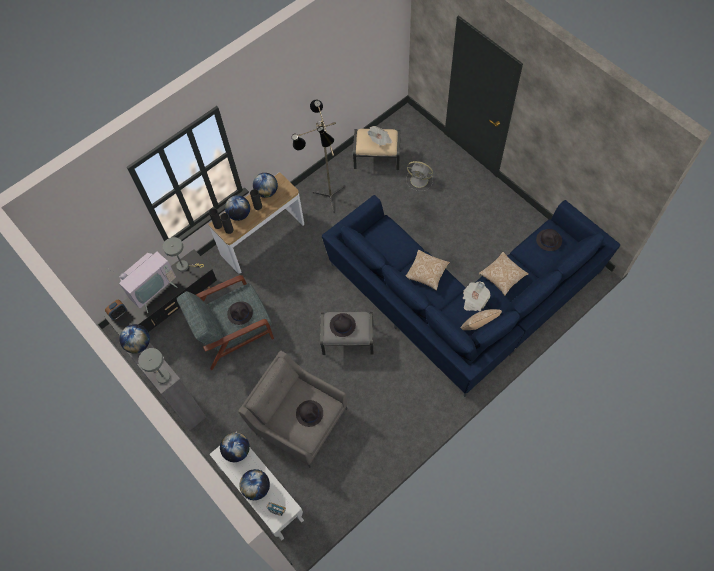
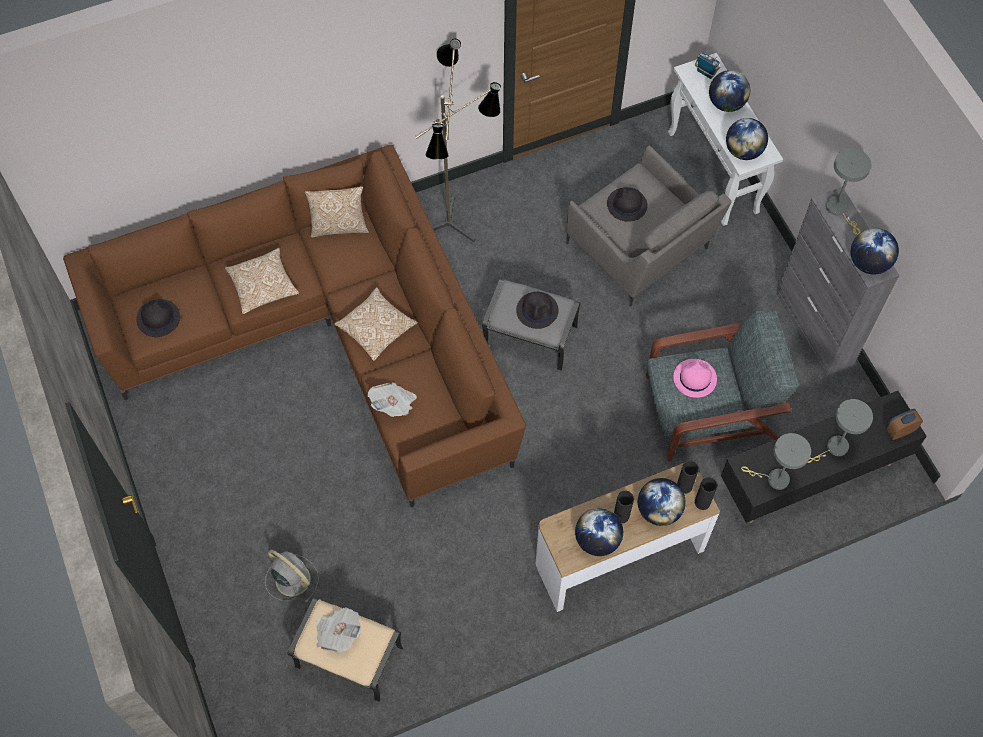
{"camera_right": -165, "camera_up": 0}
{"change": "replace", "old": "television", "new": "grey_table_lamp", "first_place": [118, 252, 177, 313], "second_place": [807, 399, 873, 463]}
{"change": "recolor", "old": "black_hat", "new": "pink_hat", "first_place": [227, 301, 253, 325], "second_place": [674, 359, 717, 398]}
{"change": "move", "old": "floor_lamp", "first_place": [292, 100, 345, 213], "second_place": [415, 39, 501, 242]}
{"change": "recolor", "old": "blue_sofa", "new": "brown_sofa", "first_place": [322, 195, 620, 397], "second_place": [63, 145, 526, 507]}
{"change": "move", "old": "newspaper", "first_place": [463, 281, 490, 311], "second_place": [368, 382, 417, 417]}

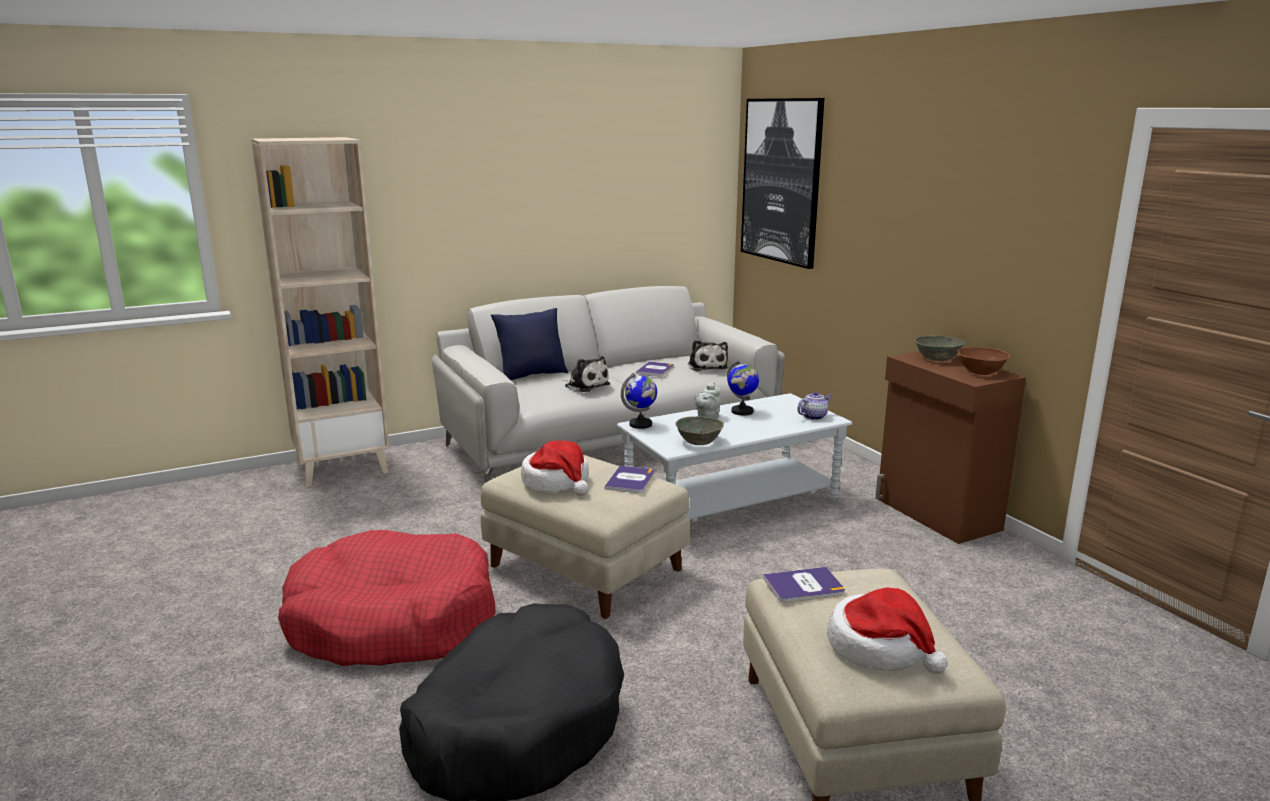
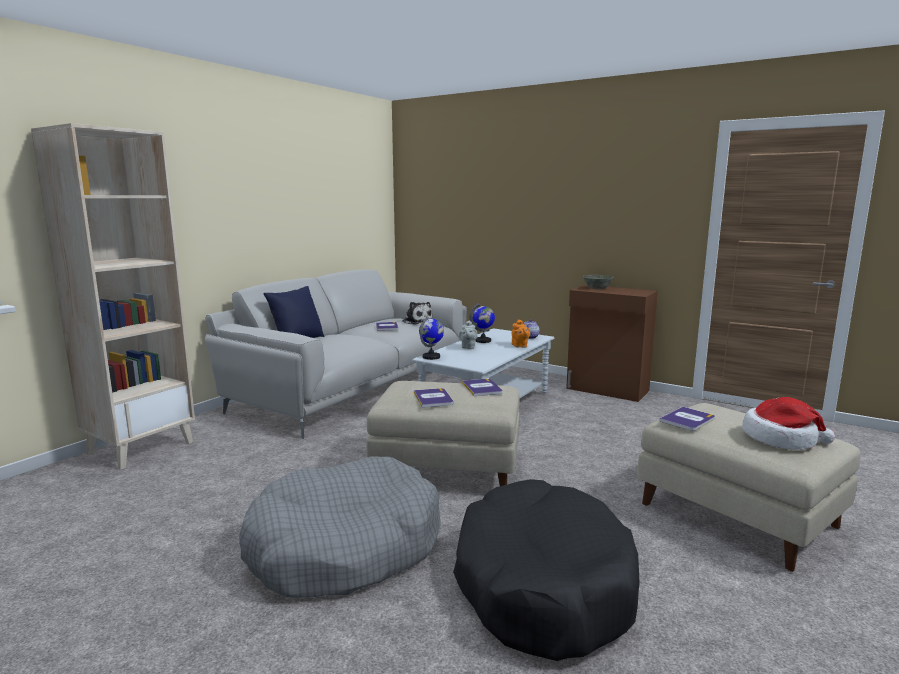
{"camera_right": -30, "camera_up": -5}
{"change": "recolor", "old": "red_dog_bed", "new": "grey_dog_bed", "first_place": [278, 530, 495, 666], "second_place": [239, 456, 441, 598]}
{"change": "replace", "old": "hat", "new": "book", "first_place": [521, 440, 589, 496], "second_place": [414, 388, 453, 408]}
{"change": "delete", "old": "plush_toy", "first_place": [562, 356, 610, 392]}
{"change": "delete", "old": "grey_bowl", "first_place": [675, 416, 724, 445]}
{"change": "delete", "old": "picture", "first_place": [741, 98, 824, 269]}
{"change": "delete", "old": "brown_bowl", "first_place": [958, 347, 1010, 375]}
{"change": "insert", "new": "orange_teapot", "second_place": [512, 319, 530, 348]}

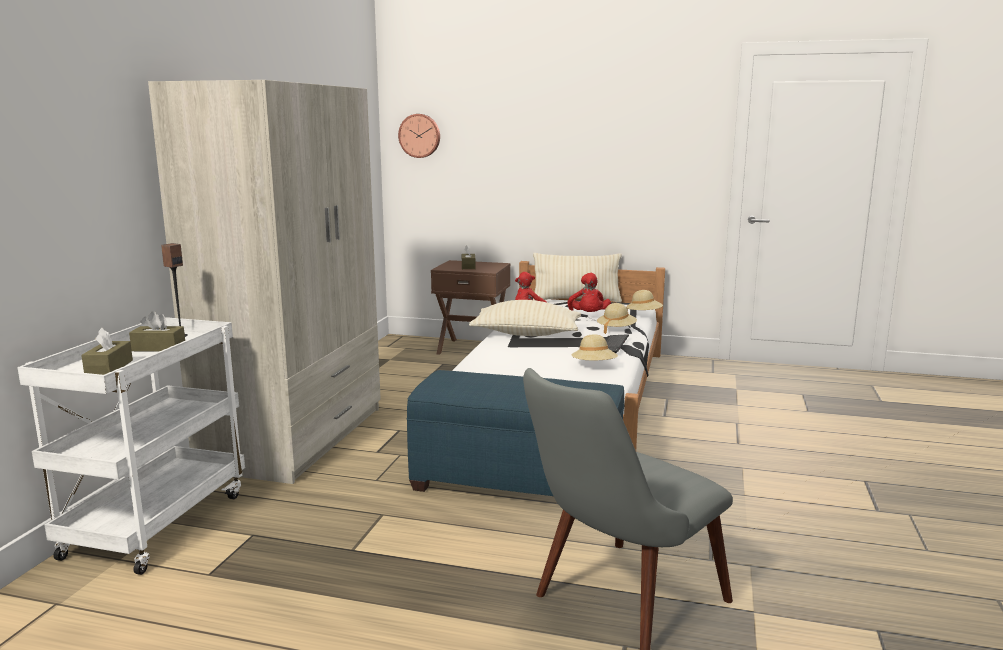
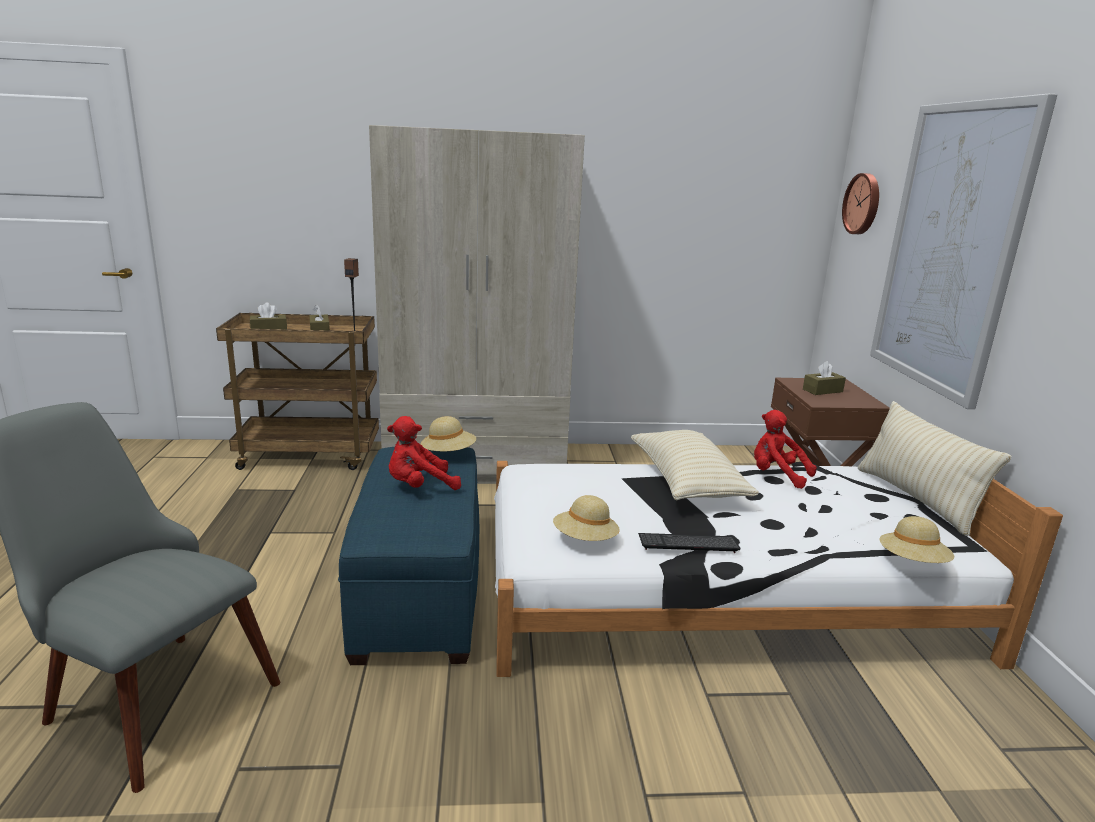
{"camera_right": 70, "camera_up": 5}
{"change": "recolor", "old": "white_cart", "new": "brown_cart", "first_place": [17, 317, 245, 575], "second_place": [216, 313, 379, 470]}
{"change": "move", "old": "red_plush_toy", "first_place": [567, 273, 611, 312], "second_place": [387, 416, 461, 490]}
{"change": "move", "old": "beige_hat", "first_place": [597, 303, 637, 334], "second_place": [421, 416, 476, 451]}
{"change": "insert", "new": "picture", "second_place": [870, 94, 1057, 409]}

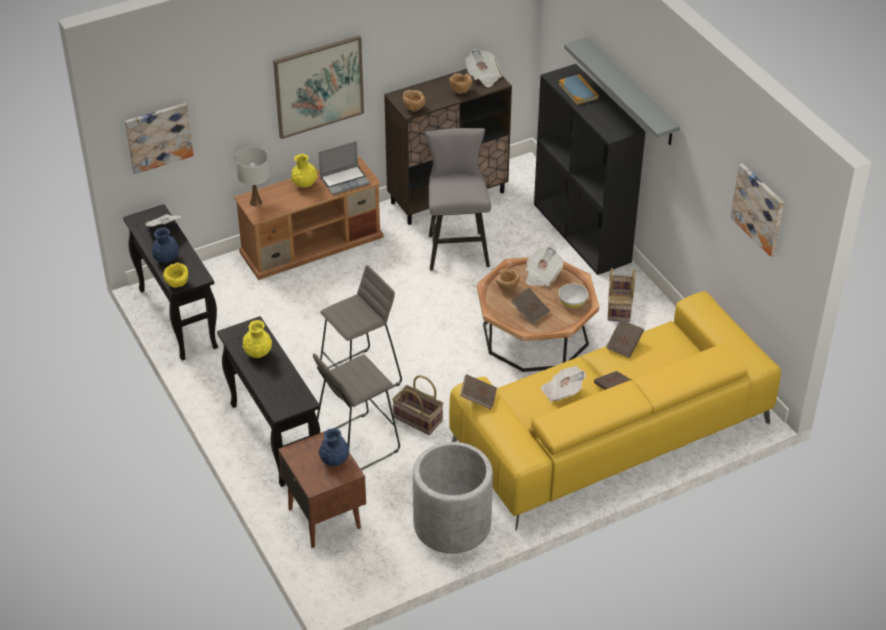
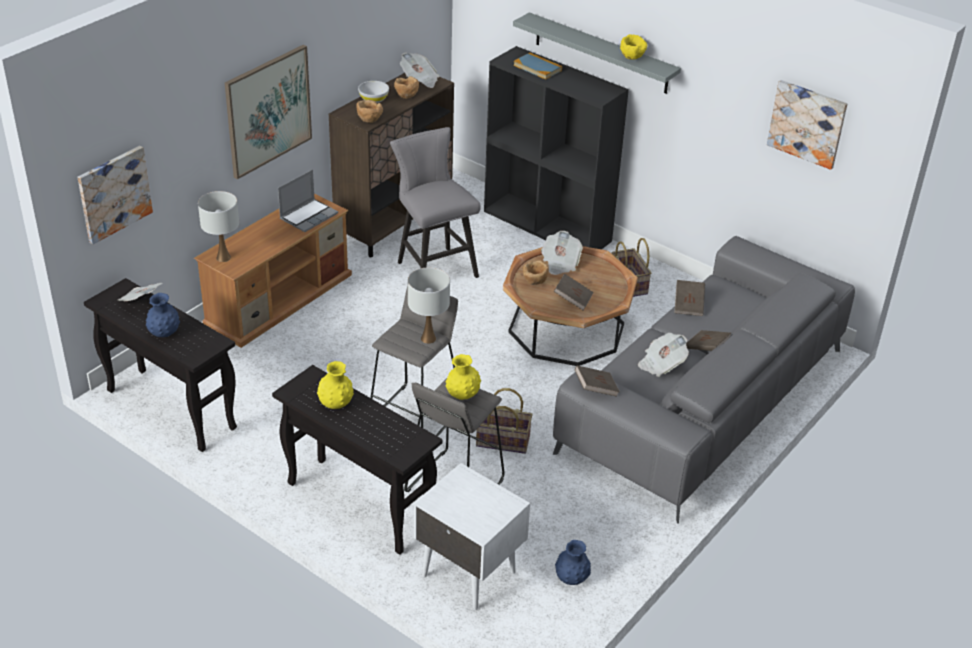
{"camera_right": -25, "camera_up": -5}
{"change": "move", "old": "yellow_bowl", "first_place": [163, 263, 188, 288], "second_place": [620, 34, 647, 60]}
{"change": "recolor", "old": "brown_nightstand", "new": "white_nightstand", "first_place": [278, 431, 366, 548], "second_place": [414, 463, 530, 610]}
{"change": "move", "old": "yellow_vase", "first_place": [291, 154, 317, 188], "second_place": [445, 354, 481, 400]}
{"change": "move", "old": "blue_vase", "first_place": [319, 428, 349, 466], "second_place": [555, 540, 591, 585]}
{"change": "delete", "old": "grey_planter", "first_place": [413, 442, 493, 554]}
{"change": "recolor", "old": "yellow_sofa", "new": "grey_sofa", "first_place": [449, 291, 781, 531], "second_place": [553, 236, 855, 524]}
{"change": "move", "old": "white_bowl", "first_place": [559, 283, 588, 308], "second_place": [358, 81, 389, 103]}
{"change": "insert", "new": "white_table_lamp", "second_place": [408, 267, 450, 344]}

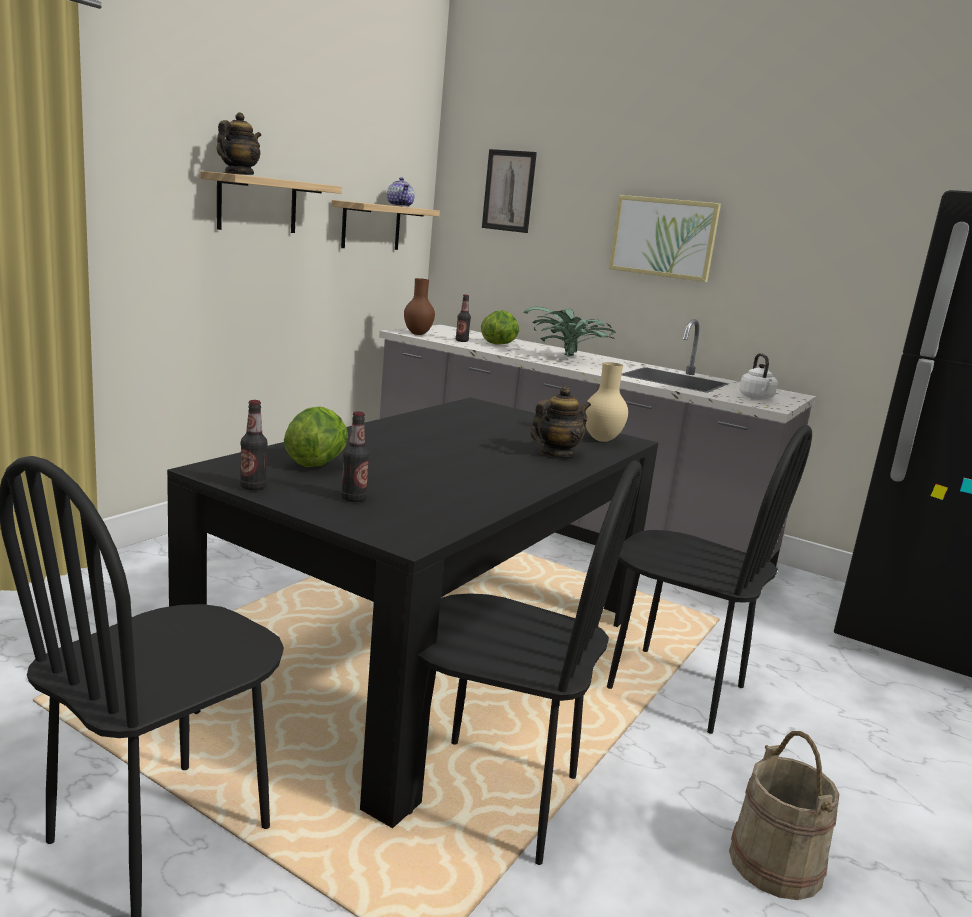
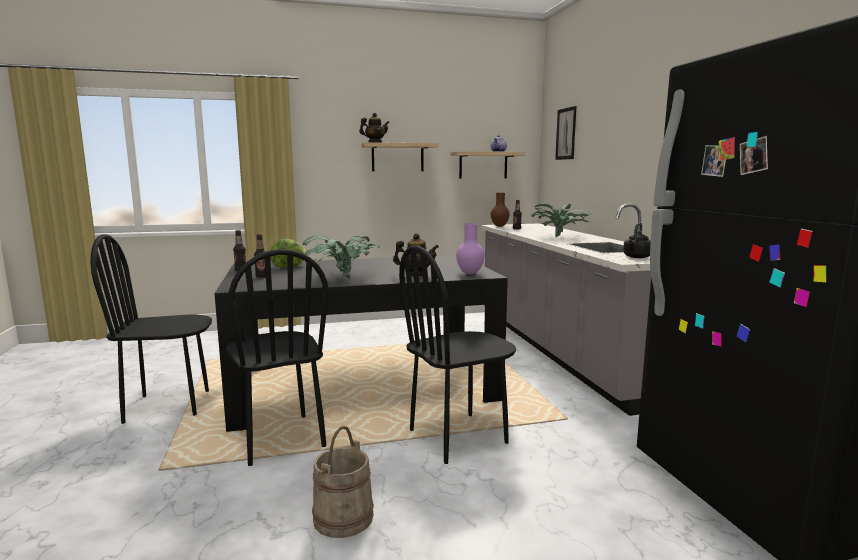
{"camera_right": 45, "camera_up": -5}
{"change": "delete", "old": "lettuce", "first_place": [481, 310, 519, 345]}
{"change": "recolor", "old": "beige_vase", "new": "purple_vase", "first_place": [585, 362, 628, 442], "second_place": [456, 223, 485, 274]}
{"change": "rotate", "old": "black_chair", "first_place": [607, 425, 812, 734], "second_place": [399, 245, 516, 464], "degrees": 75}
{"change": "delete", "old": "picture", "first_place": [609, 195, 721, 282]}
{"change": "recolor", "old": "white_kettle", "new": "black_kettle", "first_place": [739, 353, 778, 399], "second_place": [623, 223, 651, 258]}
{"change": "insert", "new": "potted_plant", "second_place": [302, 236, 382, 277]}

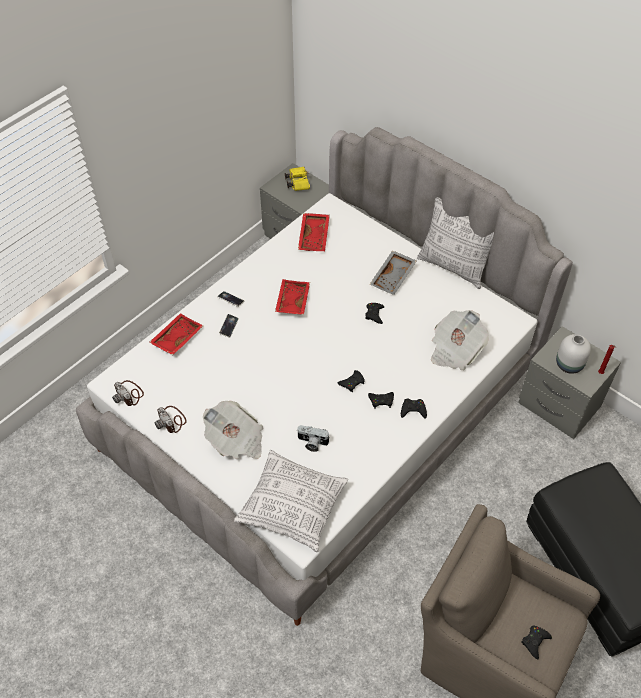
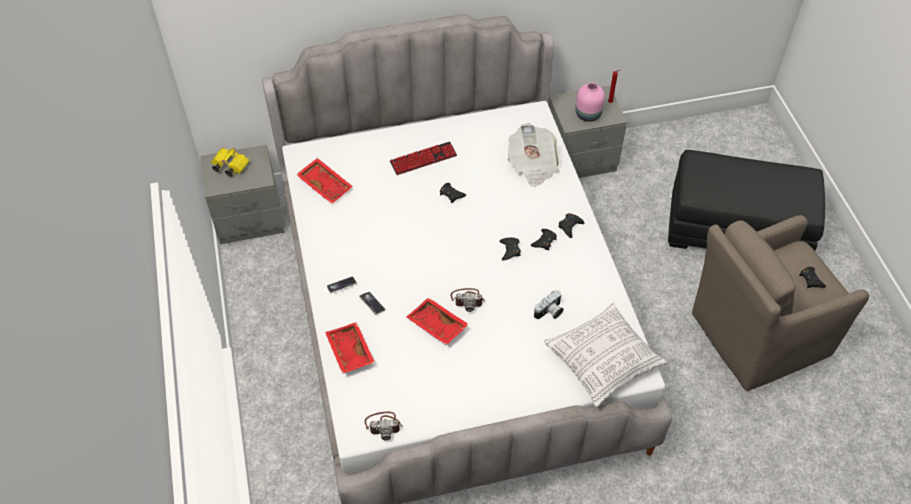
{"camera_right": -55, "camera_up": 0}
{"change": "move", "old": "photo_camera", "first_place": [154, 406, 186, 433], "second_place": [451, 288, 485, 312]}
{"change": "delete", "old": "newspaper", "first_place": [203, 401, 263, 459]}
{"change": "move", "old": "red_tray", "first_place": [275, 279, 310, 315], "second_place": [406, 298, 469, 345]}
{"change": "replace", "old": "grey_tray", "new": "keyboard", "first_place": [370, 250, 416, 295], "second_place": [390, 142, 457, 175]}
{"change": "delete", "old": "pillow", "first_place": [417, 197, 494, 289]}
{"change": "recolor", "old": "white_vase", "new": "pink_vase", "first_place": [556, 334, 591, 374], "second_place": [575, 83, 605, 122]}

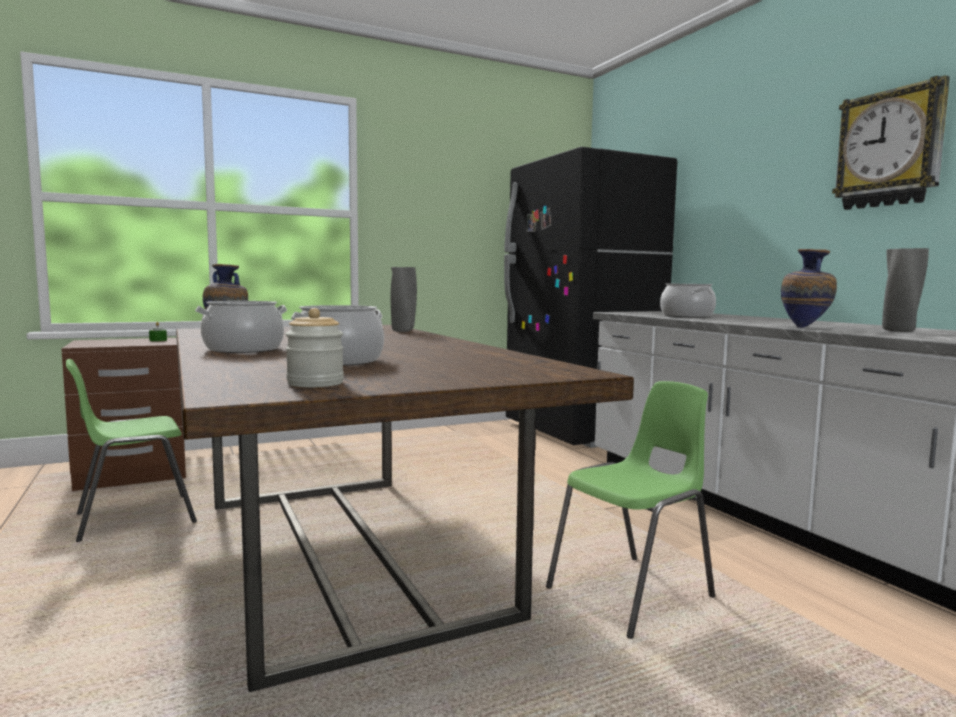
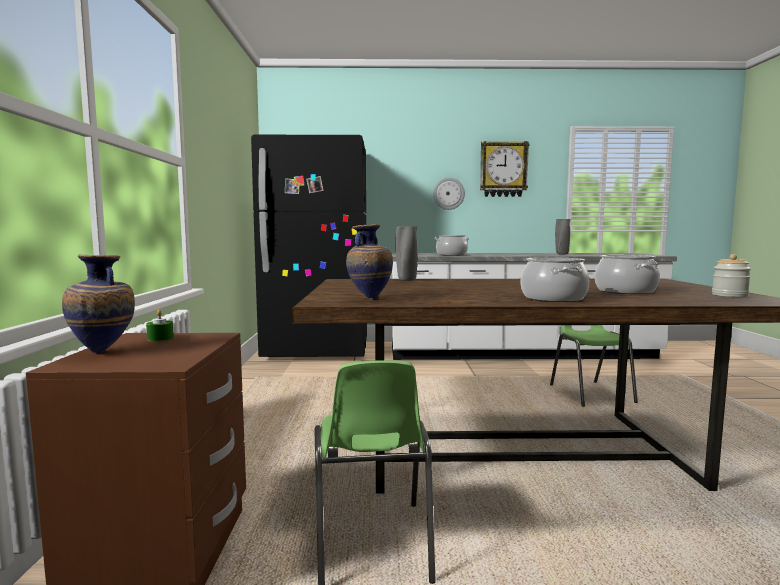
{"camera_right": -65, "camera_up": 0}
{"change": "move", "old": "vase", "first_place": [781, 249, 837, 328], "second_place": [62, 254, 135, 353]}
{"change": "insert", "new": "wall_clock", "second_place": [433, 177, 465, 210]}

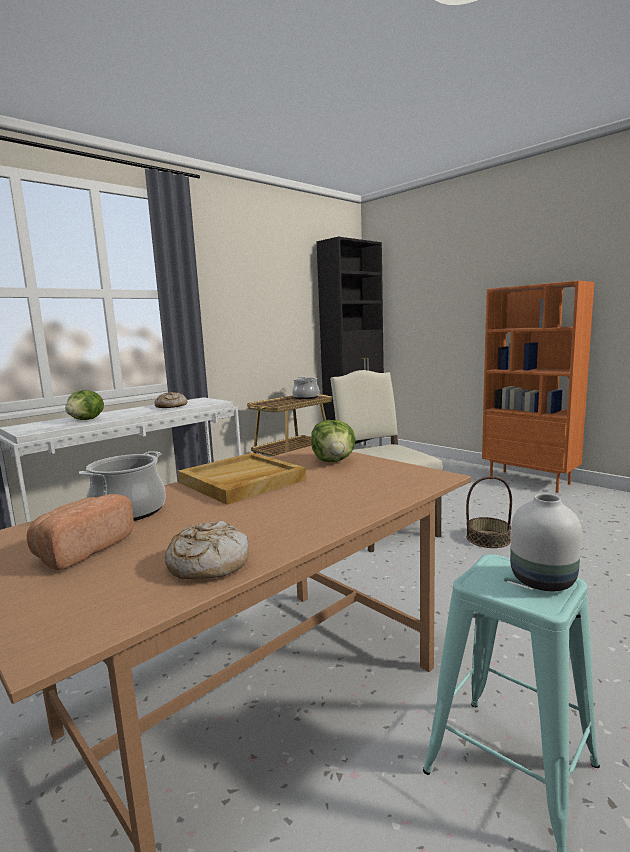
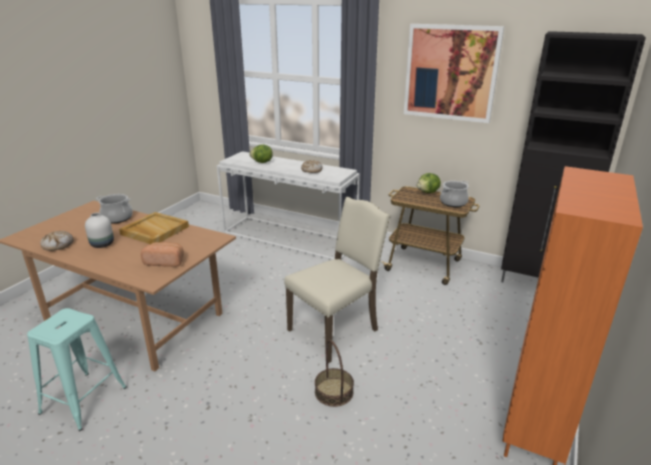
{"camera_right": 70, "camera_up": 15}
{"change": "move", "old": "bread", "first_place": [27, 494, 134, 570], "second_place": [141, 242, 184, 267]}
{"change": "move", "old": "lettuce", "first_place": [311, 420, 356, 462], "second_place": [417, 173, 441, 193]}
{"change": "move", "old": "white_vase", "first_place": [510, 494, 582, 591], "second_place": [85, 213, 114, 248]}
{"change": "insert", "new": "picture", "second_place": [404, 24, 504, 123]}

